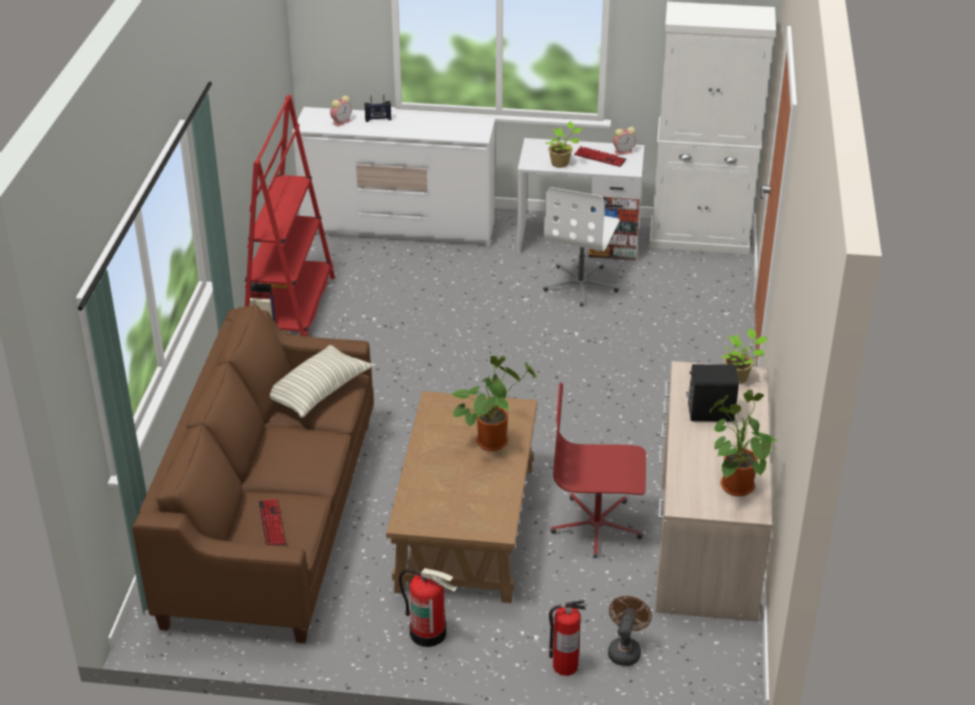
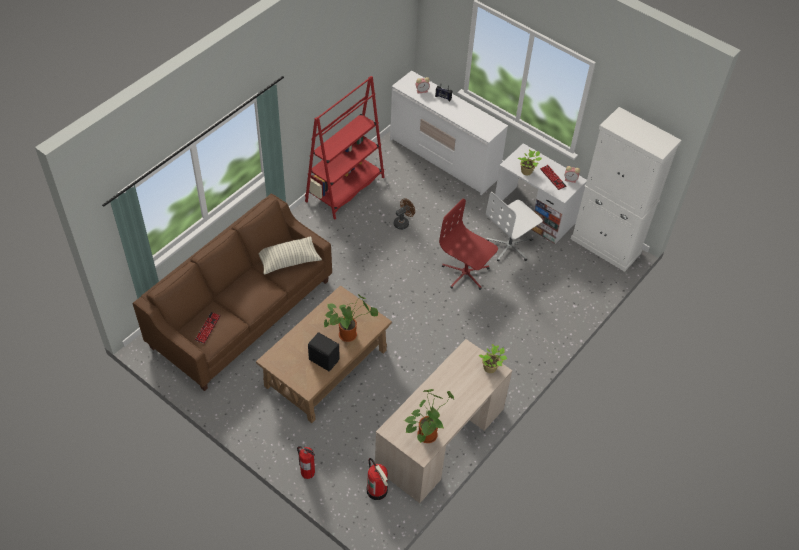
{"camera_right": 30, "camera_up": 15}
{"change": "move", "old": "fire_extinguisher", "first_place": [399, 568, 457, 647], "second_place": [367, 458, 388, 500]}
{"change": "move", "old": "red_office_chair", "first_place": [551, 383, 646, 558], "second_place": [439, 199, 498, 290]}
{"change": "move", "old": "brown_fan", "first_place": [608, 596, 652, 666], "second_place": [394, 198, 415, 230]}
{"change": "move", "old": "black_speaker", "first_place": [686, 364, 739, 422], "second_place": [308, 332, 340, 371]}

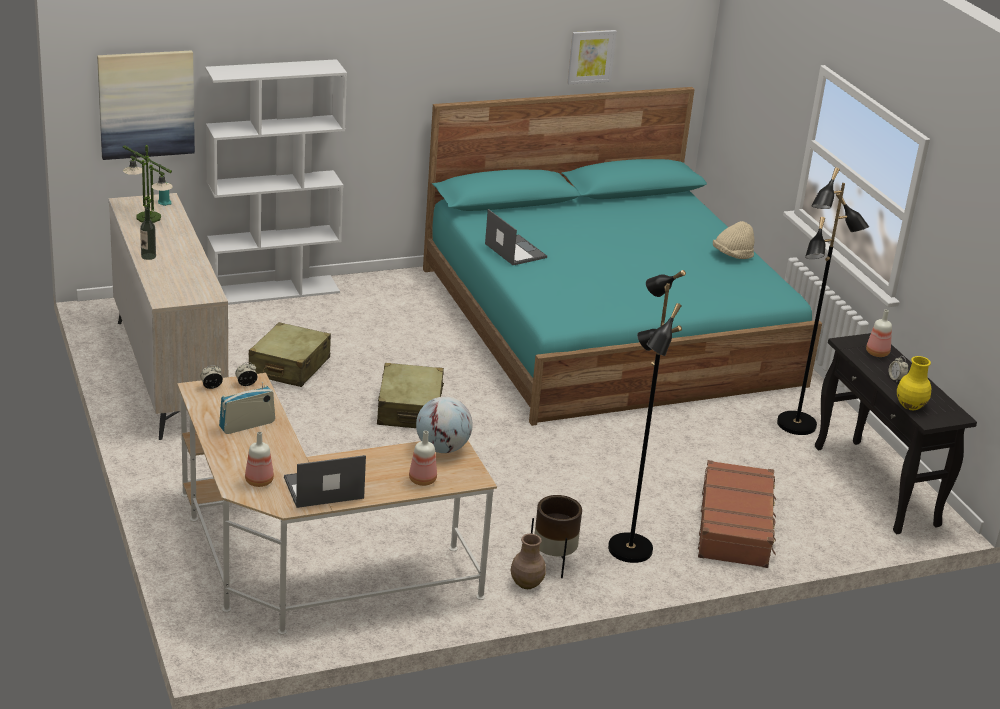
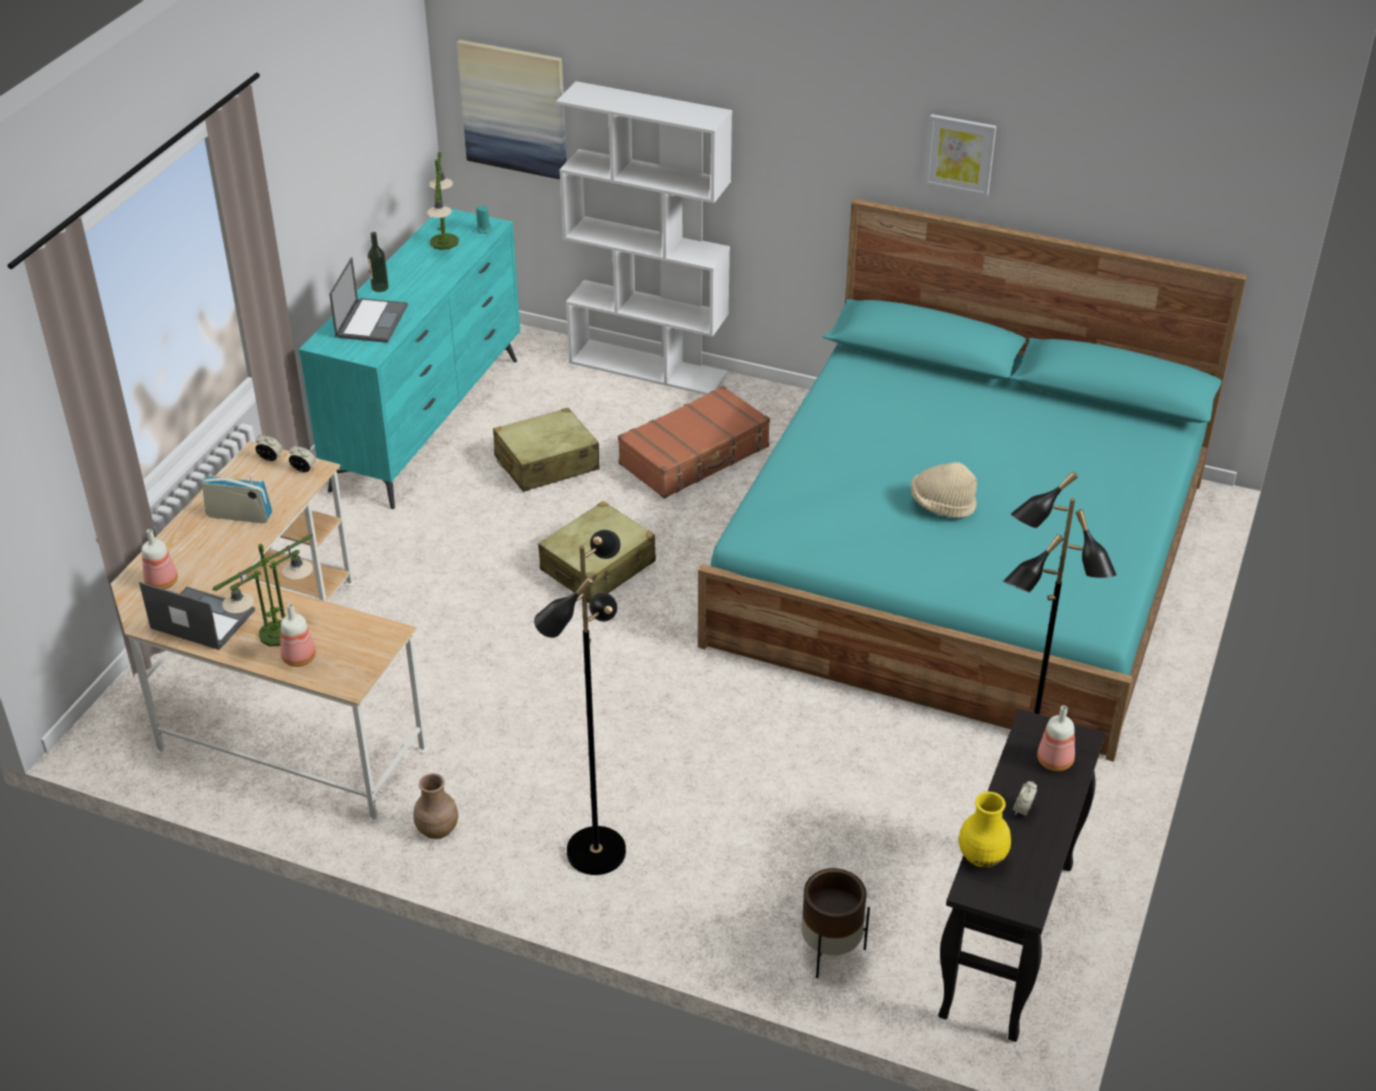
{"camera_right": 45, "camera_up": 10}
{"change": "recolor", "old": "beige_dresser", "new": "turquoise_dresser", "first_place": [109, 193, 228, 440], "second_place": [299, 209, 520, 509]}
{"change": "delete", "old": "globe", "first_place": [416, 397, 473, 453]}
{"change": "move", "old": "laptop", "first_place": [485, 209, 547, 266], "second_place": [329, 257, 408, 343]}
{"change": "move", "old": "brown_planter", "first_place": [531, 495, 582, 578], "second_place": [801, 868, 870, 978]}
{"change": "move", "old": "picture", "first_place": [567, 30, 617, 84], "second_place": [924, 114, 996, 197]}
{"change": "move", "old": "brown_suitcase", "first_place": [698, 460, 776, 568], "second_place": [618, 386, 770, 499]}
{"change": "move", "old": "beige_hat", "first_place": [713, 221, 755, 259], "second_place": [911, 462, 977, 518]}
{"change": "insert", "new": "table_lamp", "second_place": [212, 533, 313, 646]}

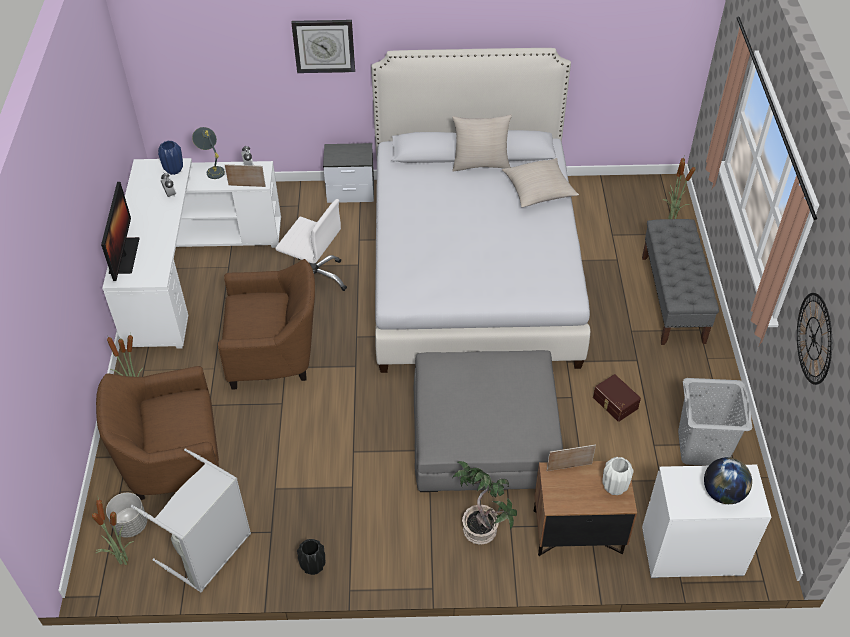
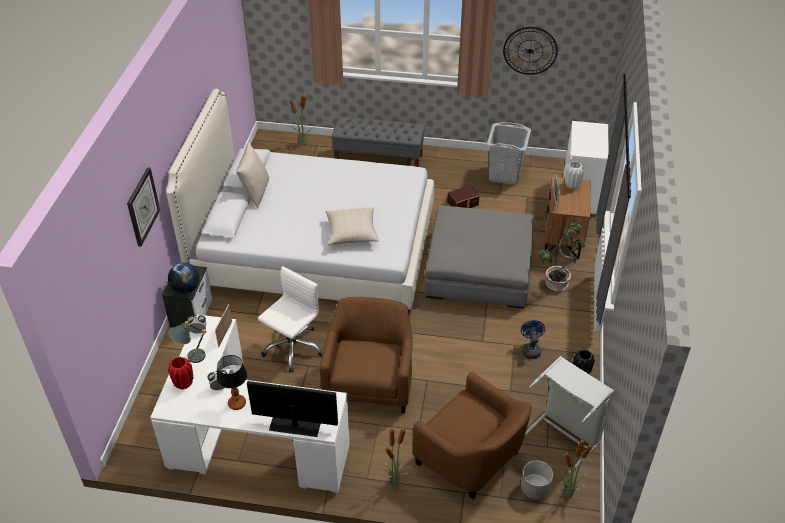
{"camera_right": -80, "camera_up": -5}
{"change": "rotate", "old": "brown_armchair", "first_place": [96, 366, 219, 500], "second_place": [413, 372, 531, 499], "degrees": -45}
{"change": "recolor", "old": "blue_vase", "new": "red_vase", "first_place": [158, 140, 183, 175], "second_place": [168, 357, 193, 390]}
{"change": "move", "old": "beige_pillow", "first_place": [502, 158, 579, 207], "second_place": [325, 207, 379, 245]}
{"change": "move", "old": "globe", "first_place": [704, 457, 752, 504], "second_place": [168, 262, 200, 294]}
{"change": "insert", "new": "table_lamp", "second_place": [217, 355, 247, 410]}
{"change": "insert", "new": "blue_fan", "second_place": [521, 320, 545, 359]}

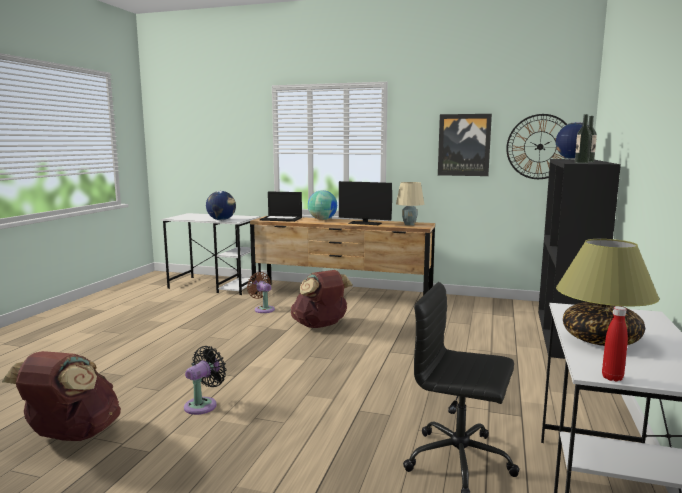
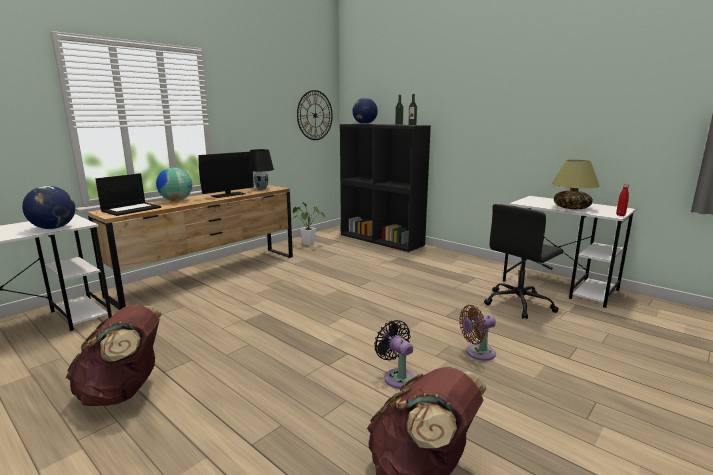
{"camera_right": -65, "camera_up": 5}
{"change": "move", "old": "brown_fan", "first_place": [247, 272, 275, 313], "second_place": [459, 305, 496, 361]}
{"change": "move", "old": "brown_backpack", "first_place": [291, 270, 353, 328], "second_place": [66, 305, 162, 406]}
{"change": "recolor", "old": "beige_table_lamp", "new": "black_table_lamp", "first_place": [396, 182, 424, 226], "second_place": [250, 149, 274, 190]}
{"change": "delete", "old": "picture", "first_place": [438, 114, 492, 176]}
{"change": "insert", "new": "potted_plant", "second_place": [291, 202, 325, 246]}

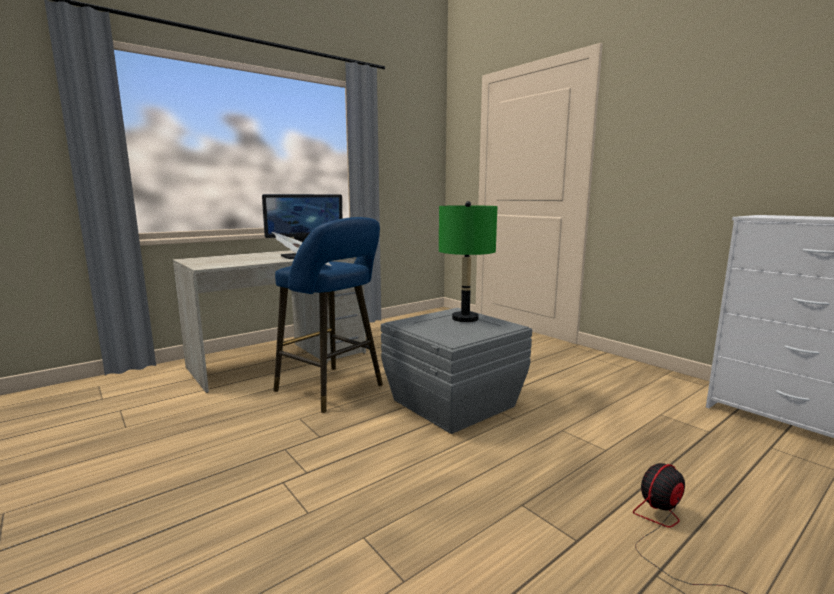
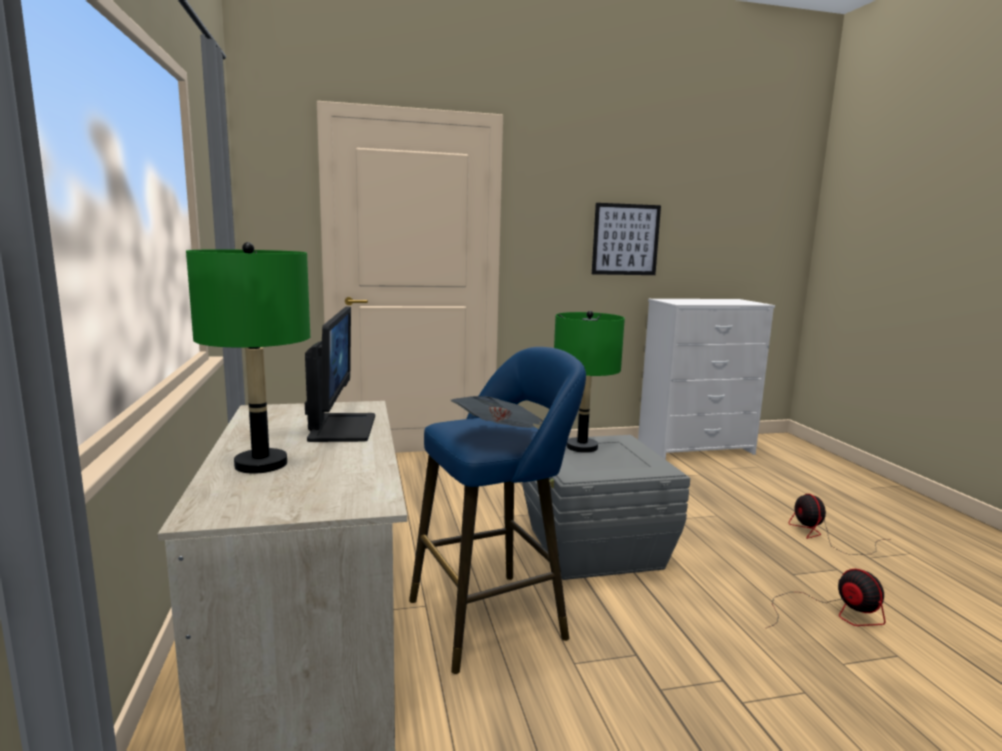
{"camera_right": -65, "camera_up": 0}
{"change": "insert", "new": "green_table_lamp", "second_place": [186, 242, 310, 474]}
{"change": "insert", "new": "picture", "second_place": [592, 203, 661, 275]}
{"change": "insert", "new": "fan", "second_place": [767, 569, 885, 628]}

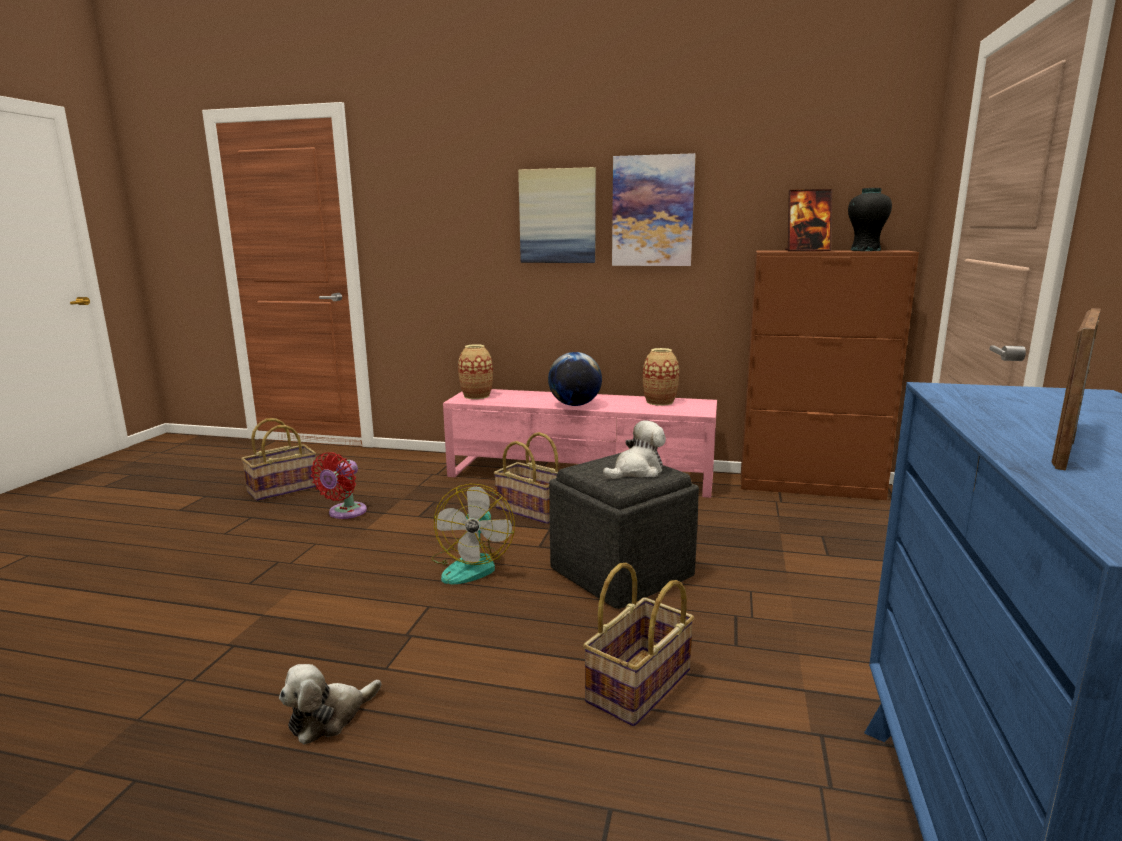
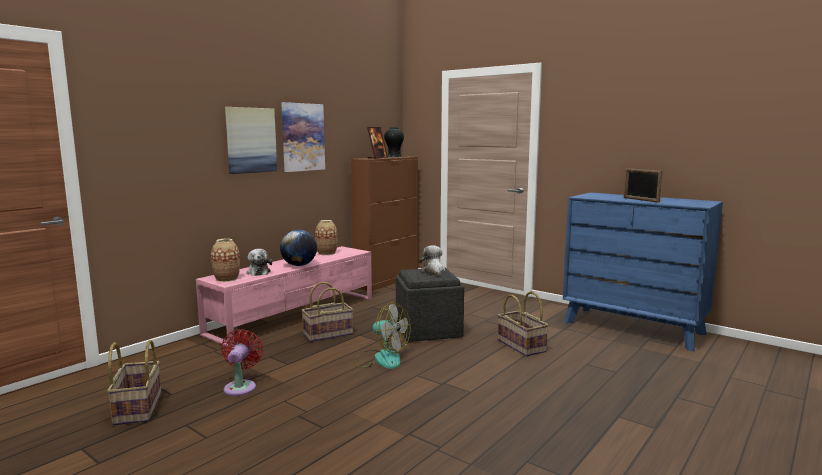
{"camera_right": -65, "camera_up": -5}
{"change": "move", "old": "plush_toy", "first_place": [279, 664, 381, 745], "second_place": [246, 249, 272, 276]}
{"change": "rotate", "old": "red_fan", "first_place": [311, 452, 367, 519], "second_place": [221, 329, 263, 396], "degrees": -135}

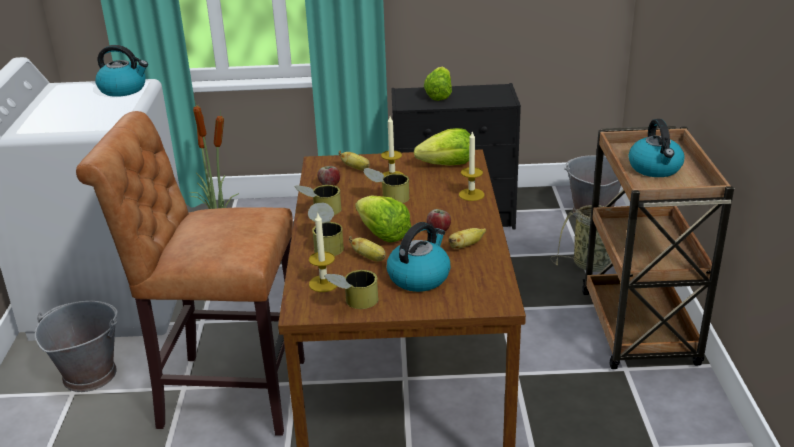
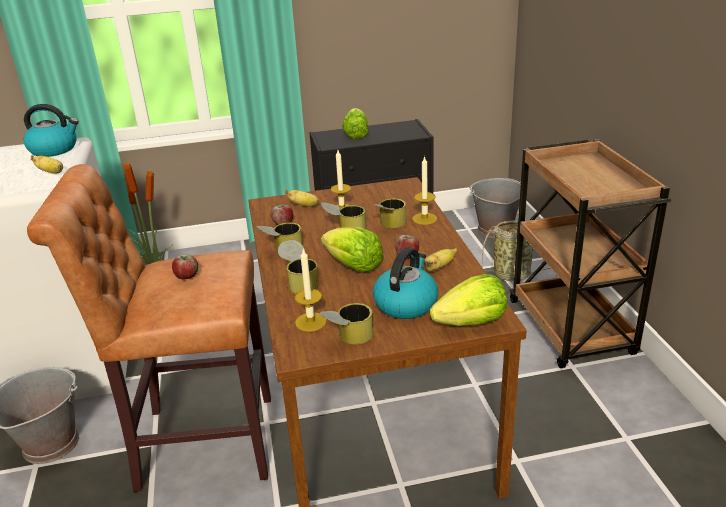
{"camera_right": -10, "camera_up": 0}
{"change": "move", "old": "banana", "first_place": [349, 236, 386, 261], "second_place": [31, 155, 63, 174]}
{"change": "move", "old": "lettuce", "first_place": [414, 128, 471, 166], "second_place": [430, 274, 507, 326]}
{"change": "delete", "old": "kettle", "first_place": [629, 119, 684, 177]}
{"change": "insert", "new": "apple", "second_place": [172, 254, 198, 279]}
{"change": "insert", "new": "can", "second_place": [372, 198, 406, 228]}

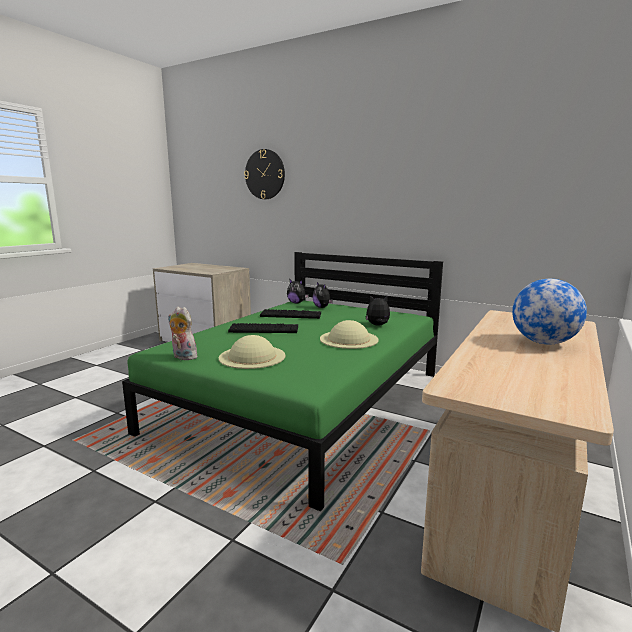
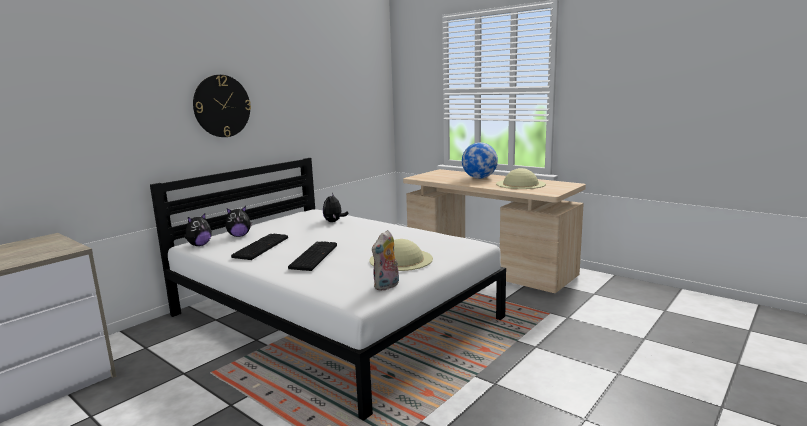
{"camera_right": -80, "camera_up": 0}
{"change": "recolor", "old": "green_bed", "new": "white_bed", "first_place": [122, 252, 443, 511], "second_place": [150, 158, 506, 421]}
{"change": "move", "old": "wall_clock", "first_place": [244, 149, 285, 199], "second_place": [193, 75, 251, 137]}
{"change": "move", "old": "beige_hat", "first_place": [320, 320, 379, 349], "second_place": [496, 168, 546, 189]}

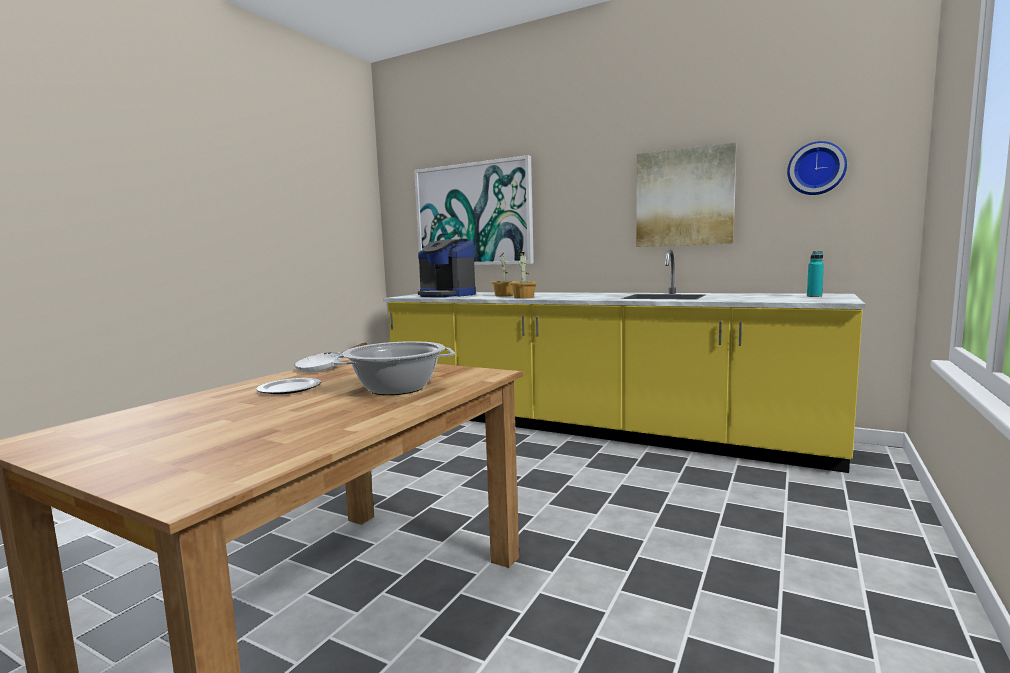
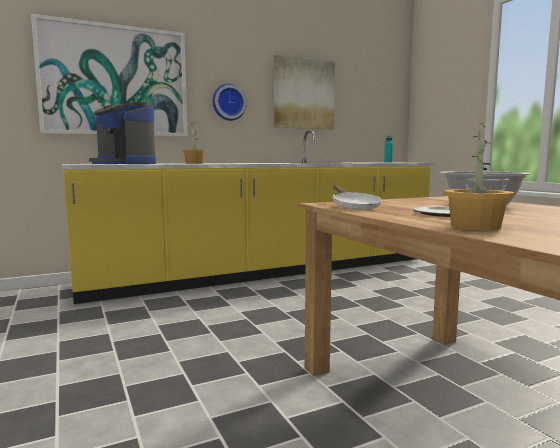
{"camera_right": -55, "camera_up": 0}
{"change": "rotate", "old": "coffee_machine", "first_place": [418, 239, 476, 297], "second_place": [89, 102, 156, 164], "degrees": 60}
{"change": "move", "old": "potted_plant", "first_place": [510, 252, 537, 299], "second_place": [443, 118, 514, 231]}
{"change": "move", "old": "wall_clock", "first_place": [787, 141, 847, 195], "second_place": [213, 84, 247, 121]}

